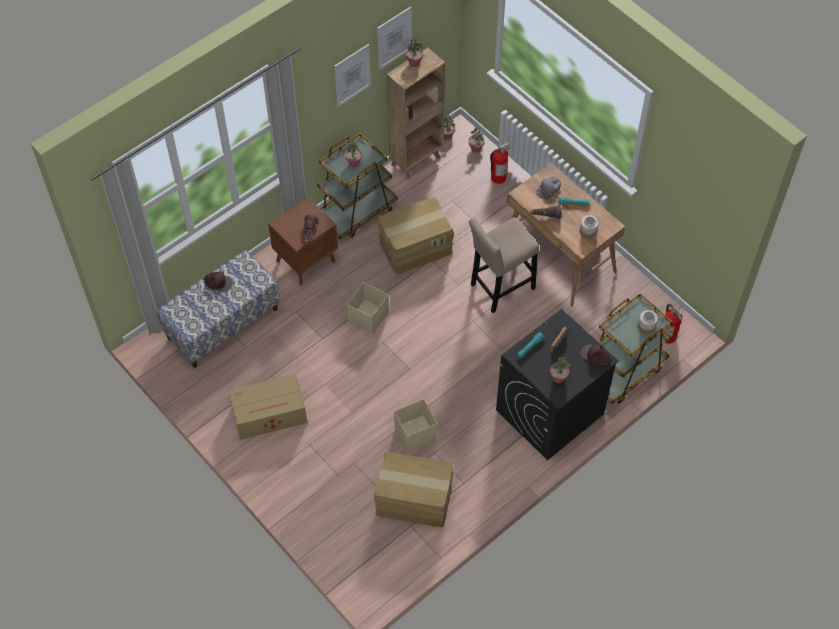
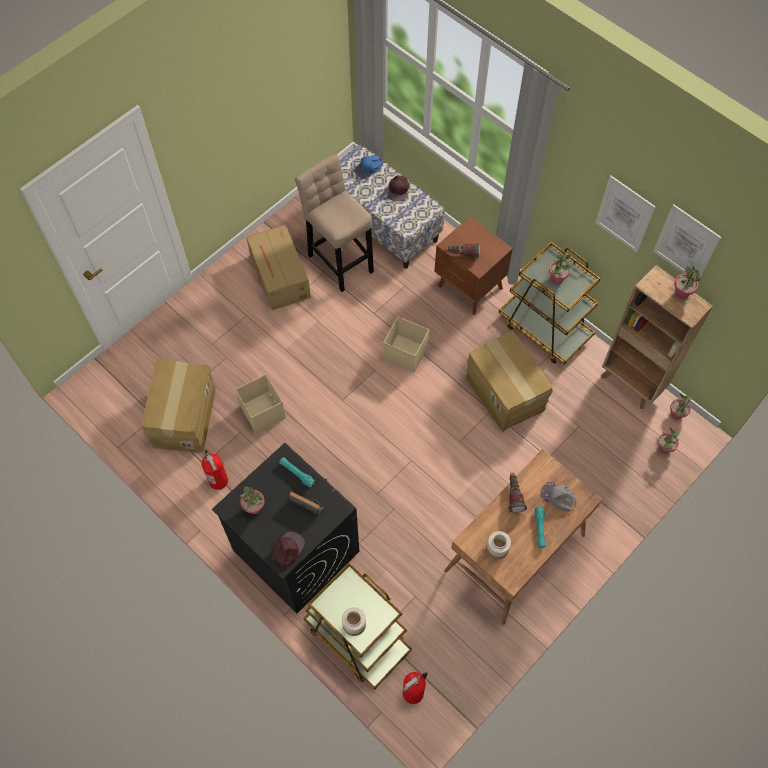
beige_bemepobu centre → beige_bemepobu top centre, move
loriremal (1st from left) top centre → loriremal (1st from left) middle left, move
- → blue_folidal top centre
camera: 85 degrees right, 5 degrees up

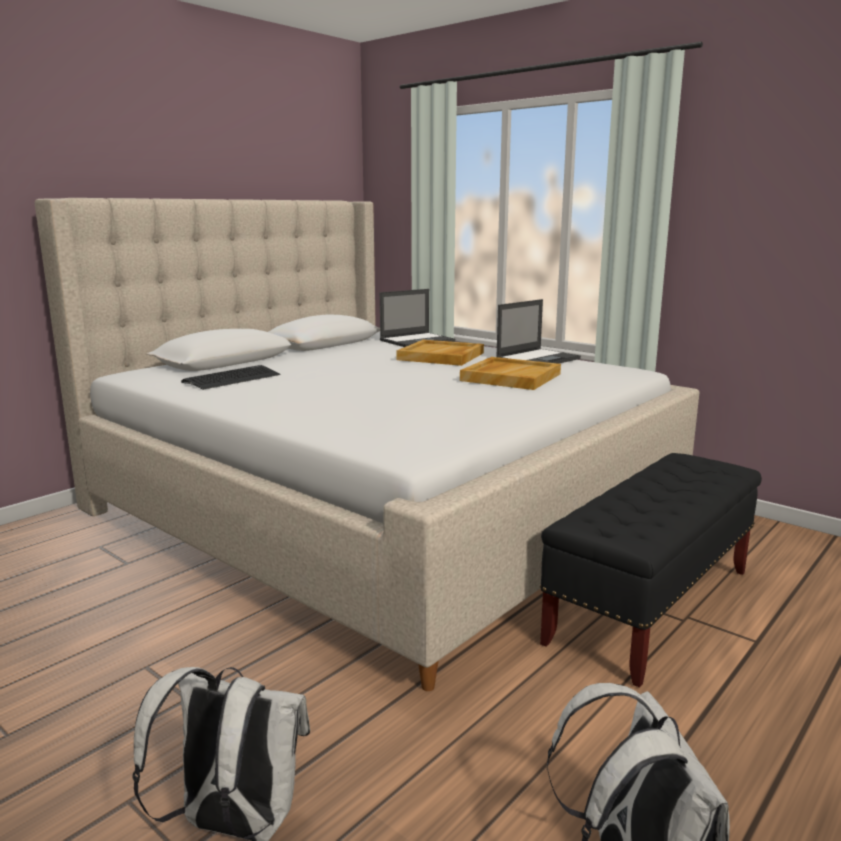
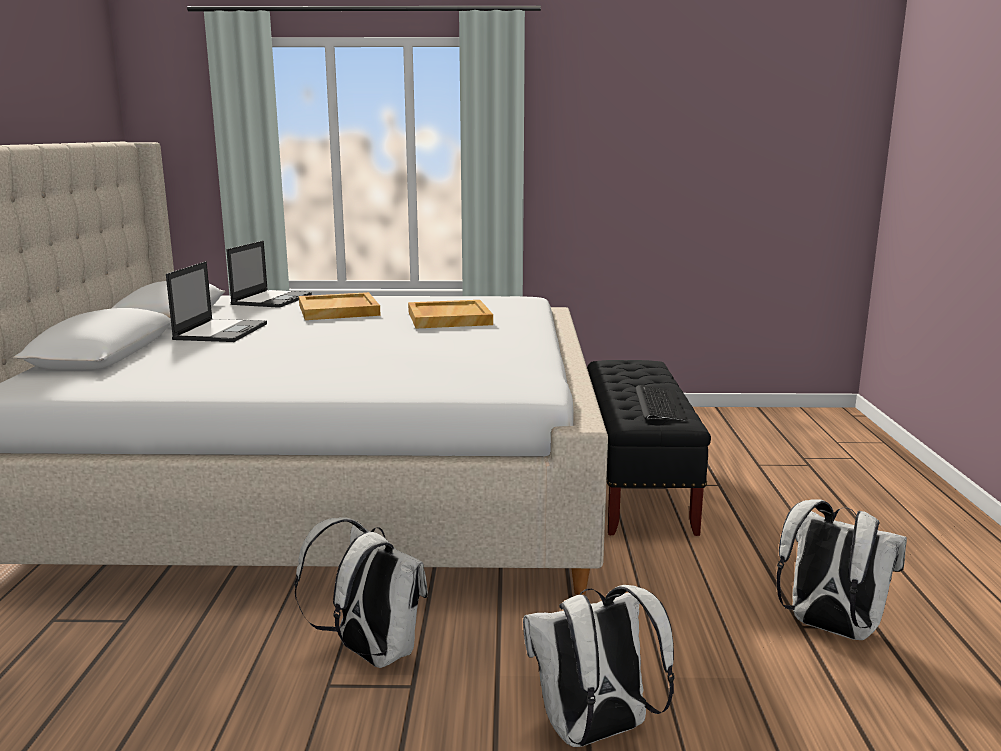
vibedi middle left → vibedi centre, move
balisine (2nd from left in the first image) centre → balisine (1st from left) middle left, move
- → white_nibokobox (1st from left) bottom centre
camera: 40 degrees left, 0 degrees up

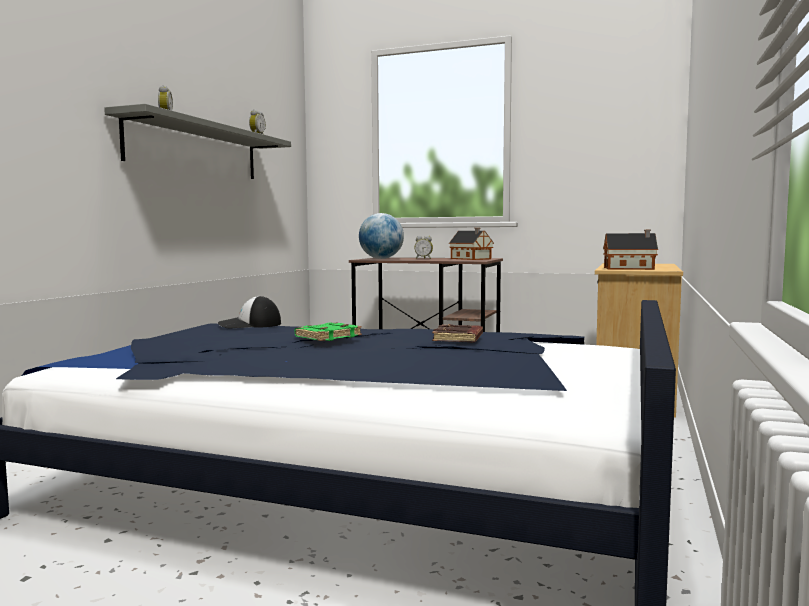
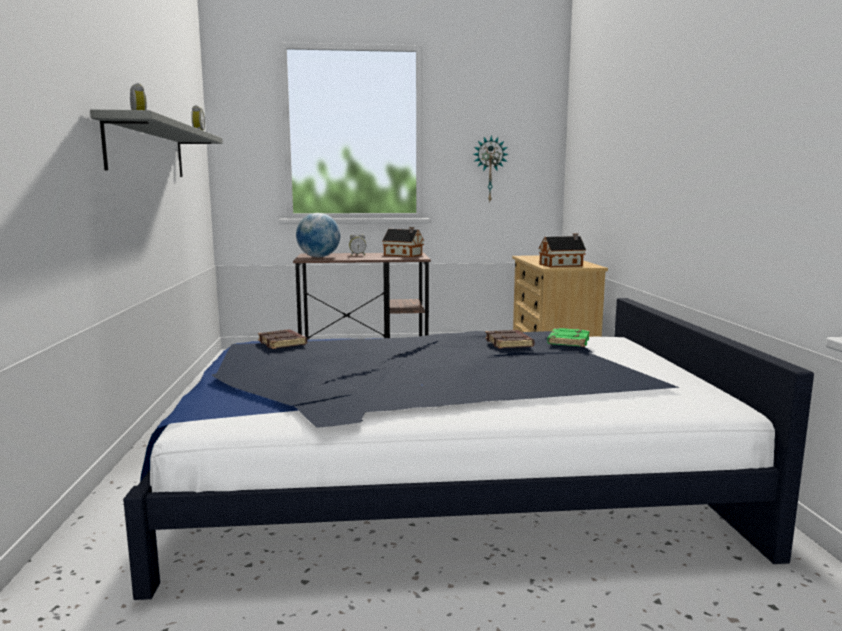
folidal middle left → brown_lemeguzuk (1st from left) centre
green_lemeguzuk centre → green_lemeguzuk middle right, move
- → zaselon top centre
camera: 25 degrees left, 5 degrees up

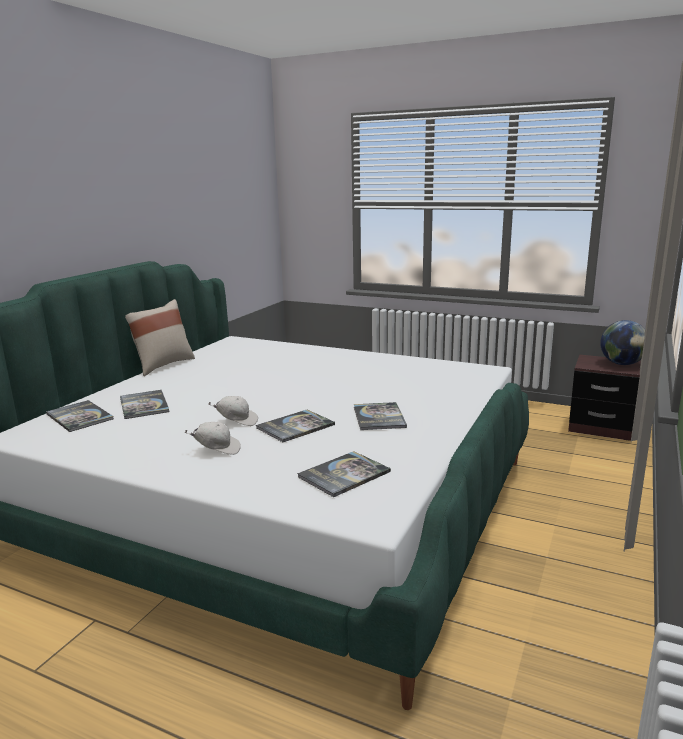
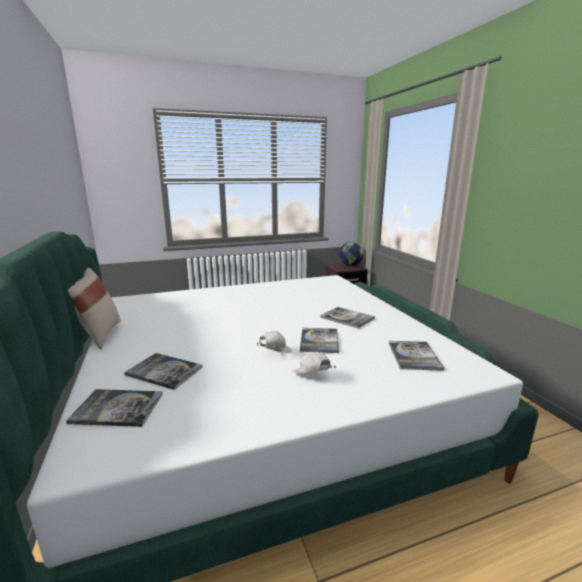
white_folidal (1st from left in the first image) middle left → white_folidal (2nd from left) centre, 90 degrees counterclockwise
camera: 45 degrees left, 0 degrees up

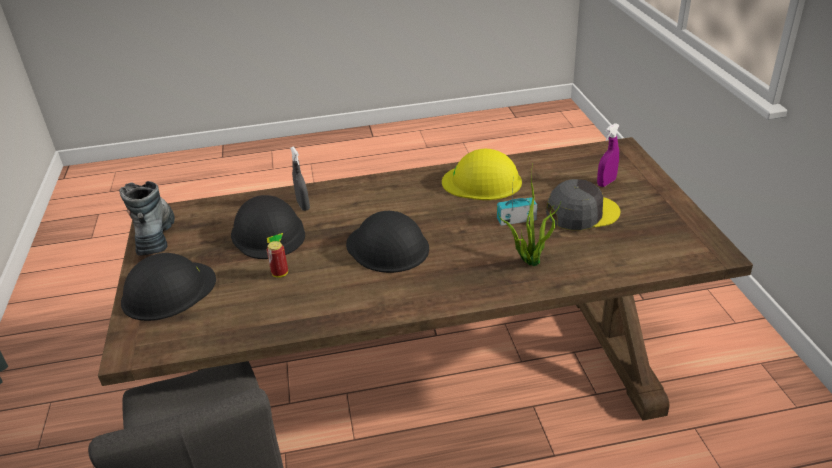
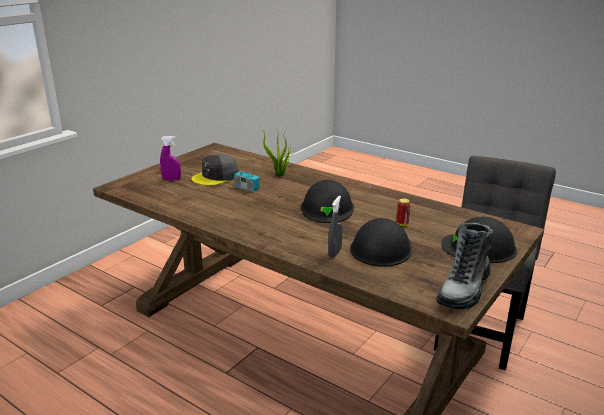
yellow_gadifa centre → -
grey_folidal middle right → grey_folidal centre, 75 degrees counterclockwise
camera: 135 degrees left, 10 degrees down

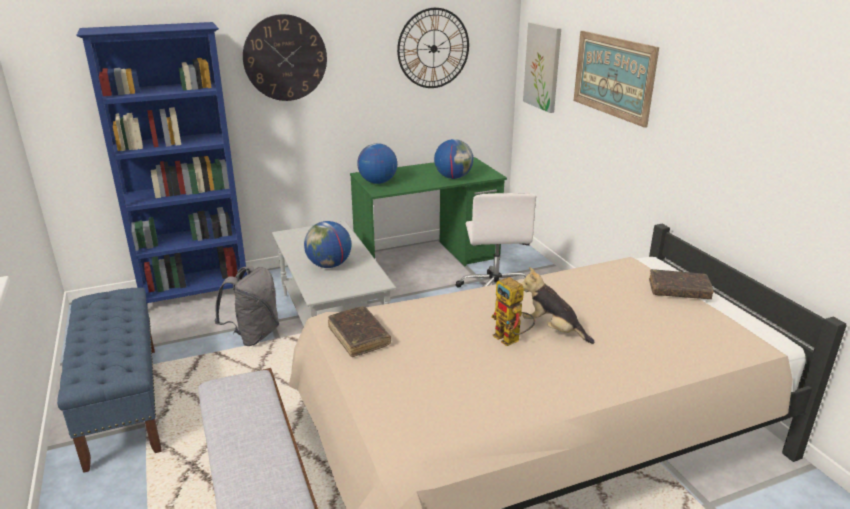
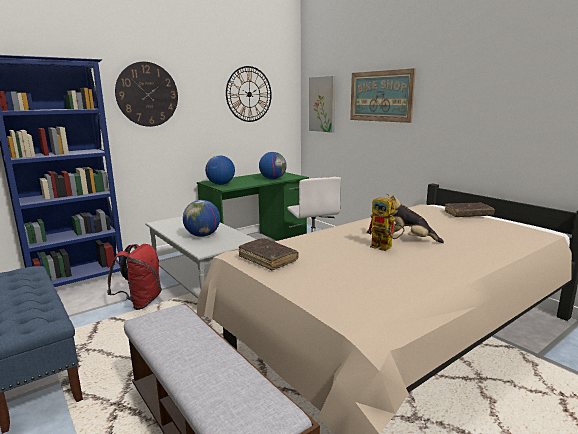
grey_nibokobox middle left → red_nibokobox middle left
camera: 15 degrees left, 10 degrees down

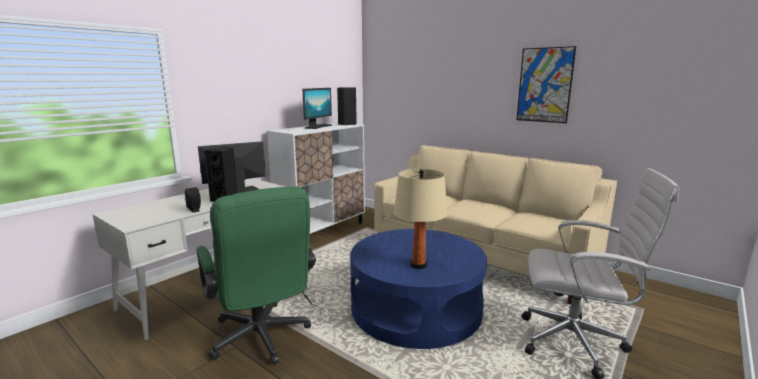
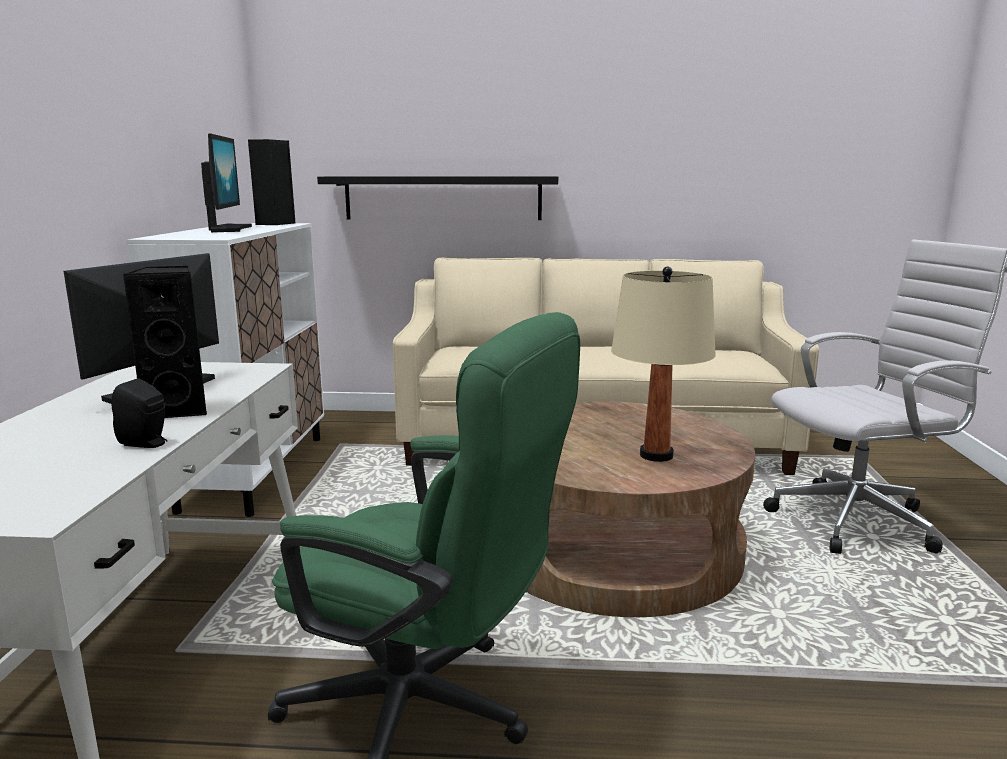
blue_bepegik bottom centre → brown_bepegik bottom centre
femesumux top right → -
- → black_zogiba top centre
camera: 35 degrees left, 0 degrees up

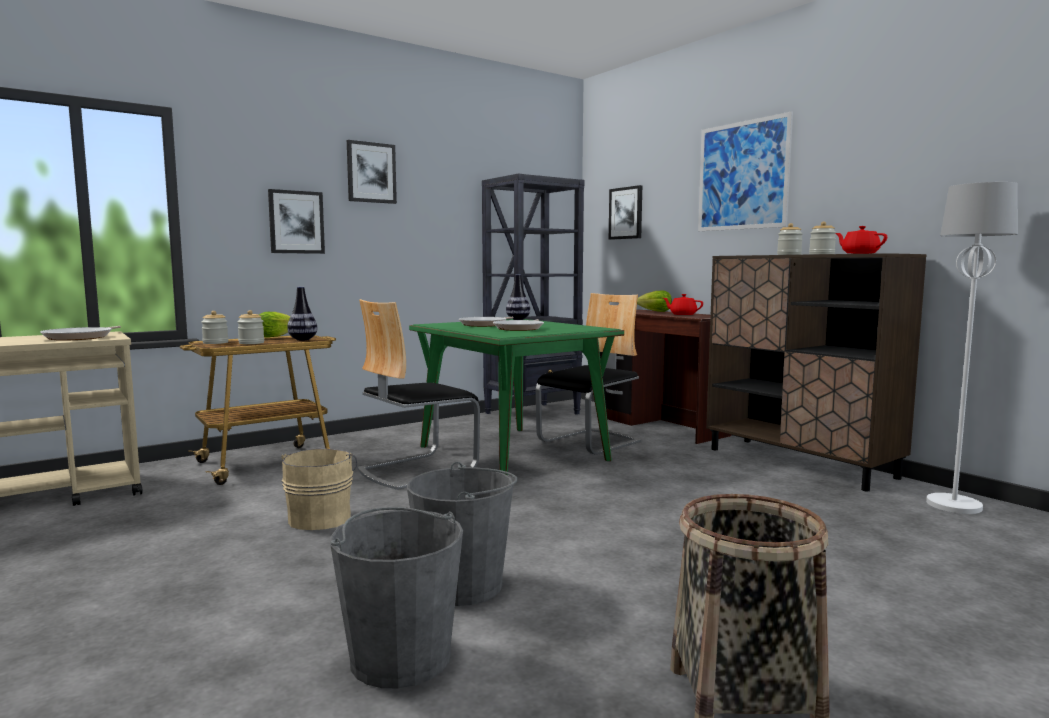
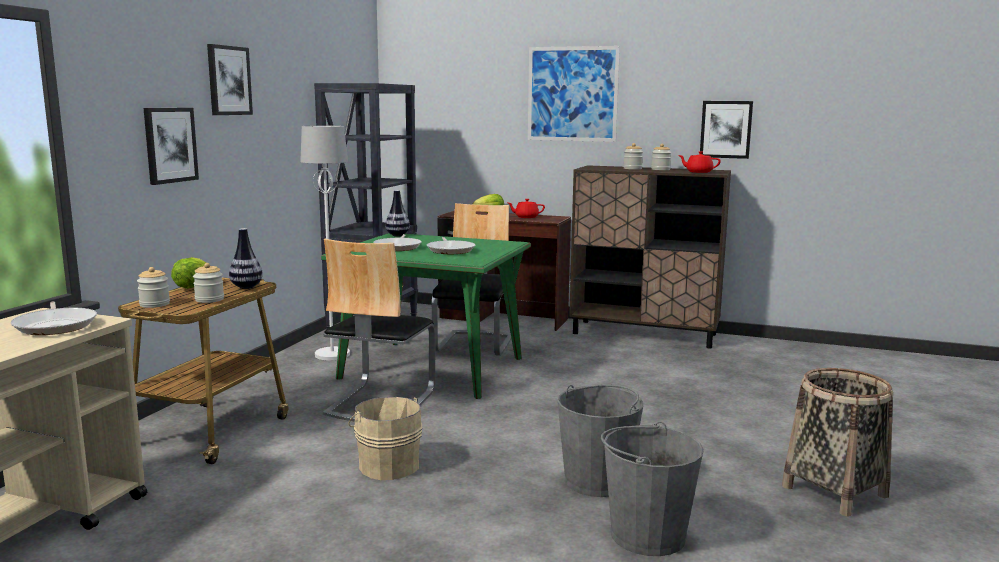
femesumux (3rd from left in the first image) top centre → femesumux (4th from left) top right, move
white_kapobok middle right → white_kapobok middle left, move
camera: 35 degrees left, 5 degrees up

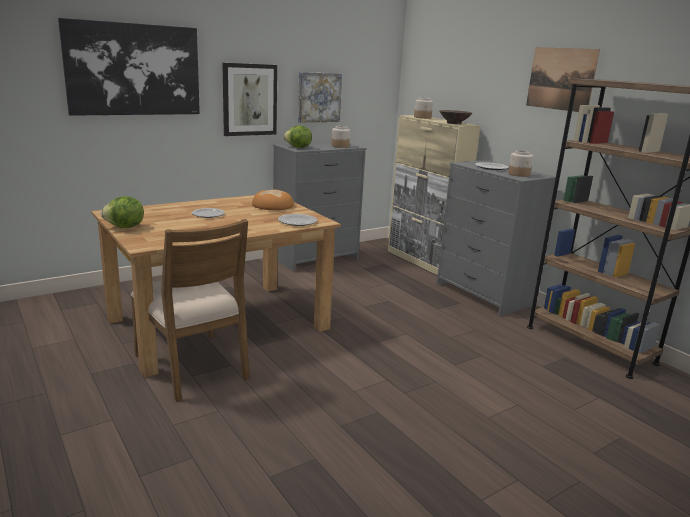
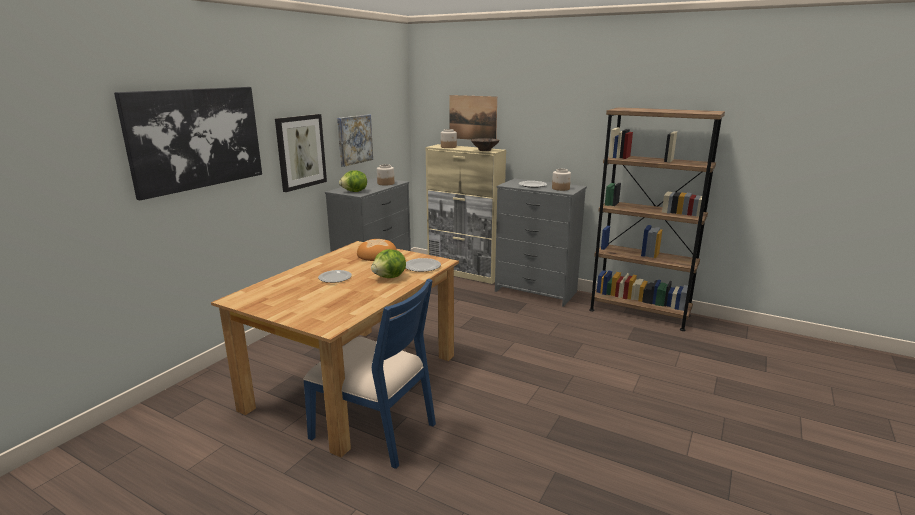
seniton (1st from left in the first image) middle left → seniton (2nd from left) centre, move
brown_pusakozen middle left → blue_pusakozen bottom centre
femesumux (4th from left) top right → femesumux (4th from left) top centre, move
camera: 25 degrees left, 0 degrees up

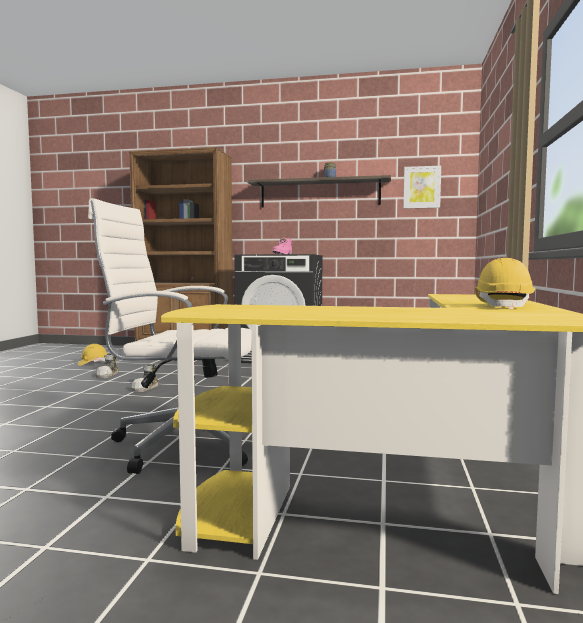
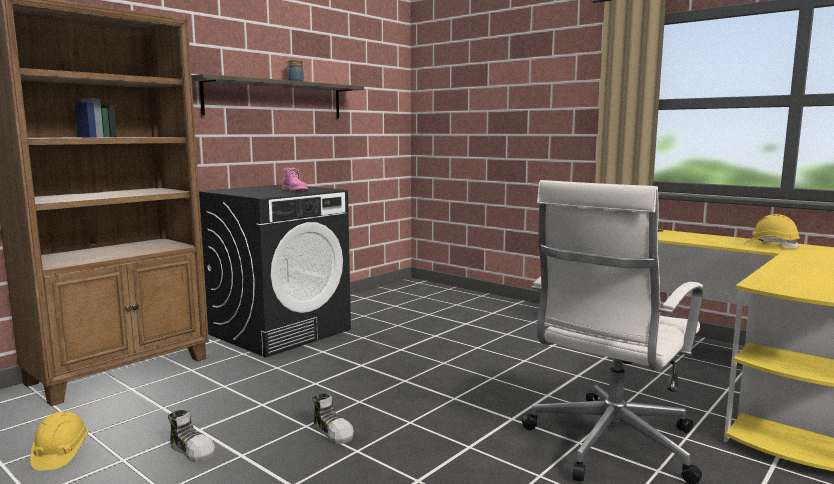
femesumux top right → -
camera: 60 degrees left, 5 degrees up

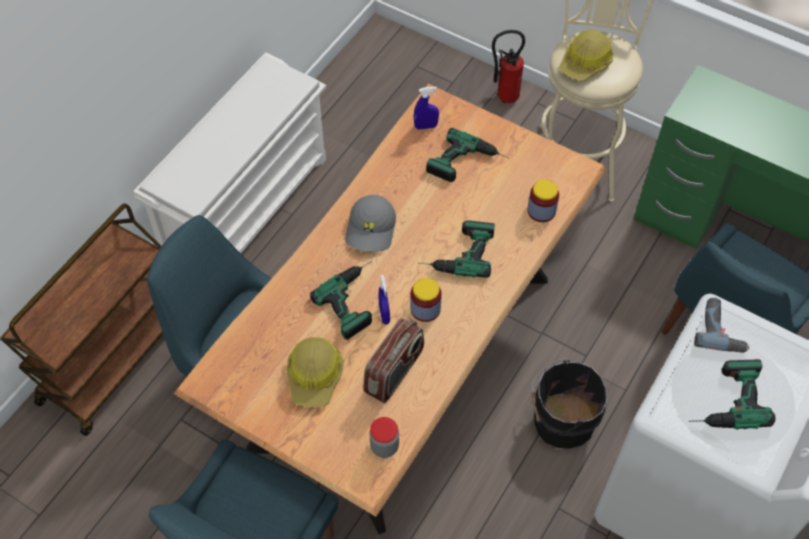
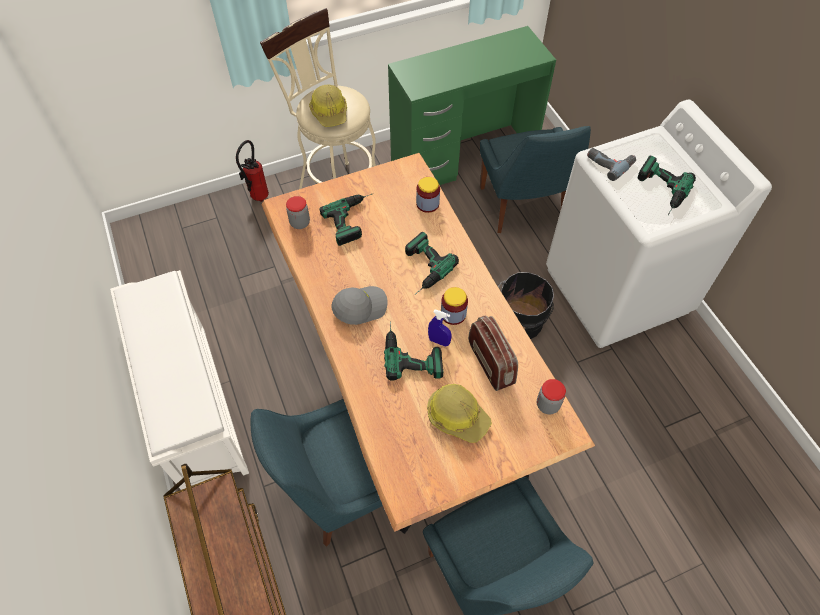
grey_folidal centre, 75 degrees counterclockwise
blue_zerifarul (2nd from left) top centre → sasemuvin (1st from left) centre
camera: 55 degrees left, 0 degrees up

